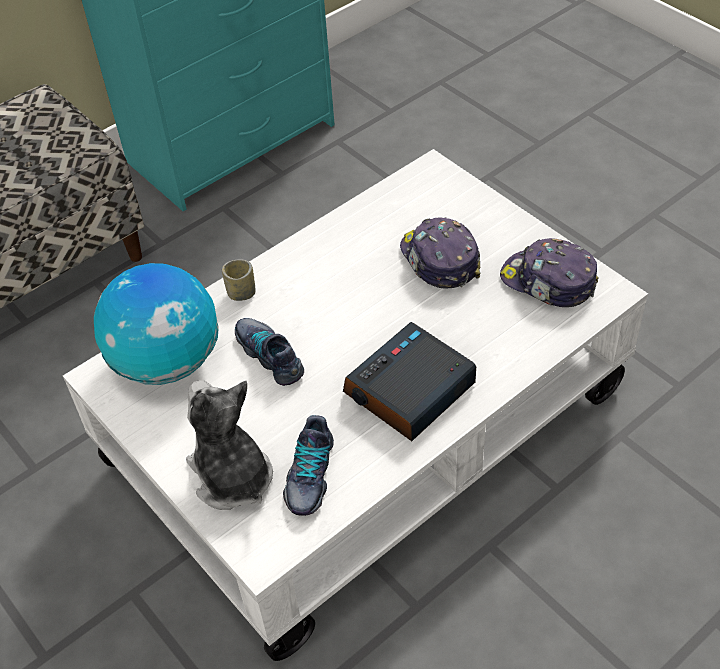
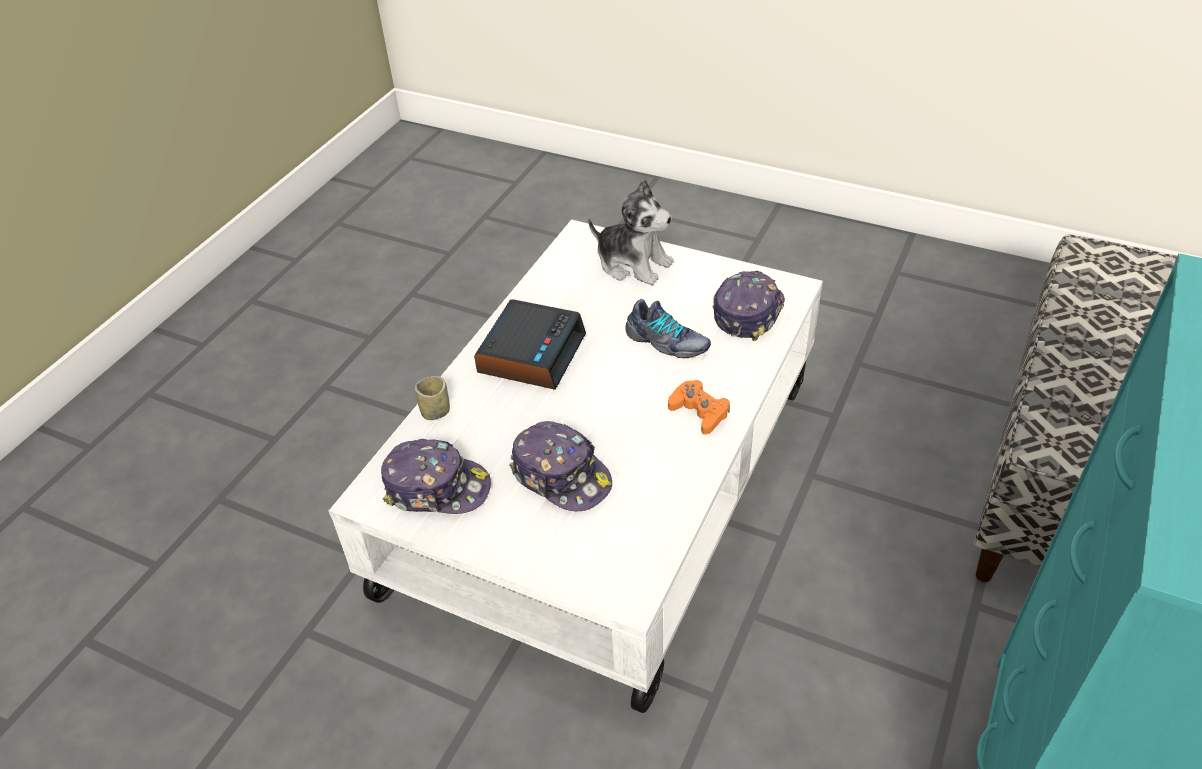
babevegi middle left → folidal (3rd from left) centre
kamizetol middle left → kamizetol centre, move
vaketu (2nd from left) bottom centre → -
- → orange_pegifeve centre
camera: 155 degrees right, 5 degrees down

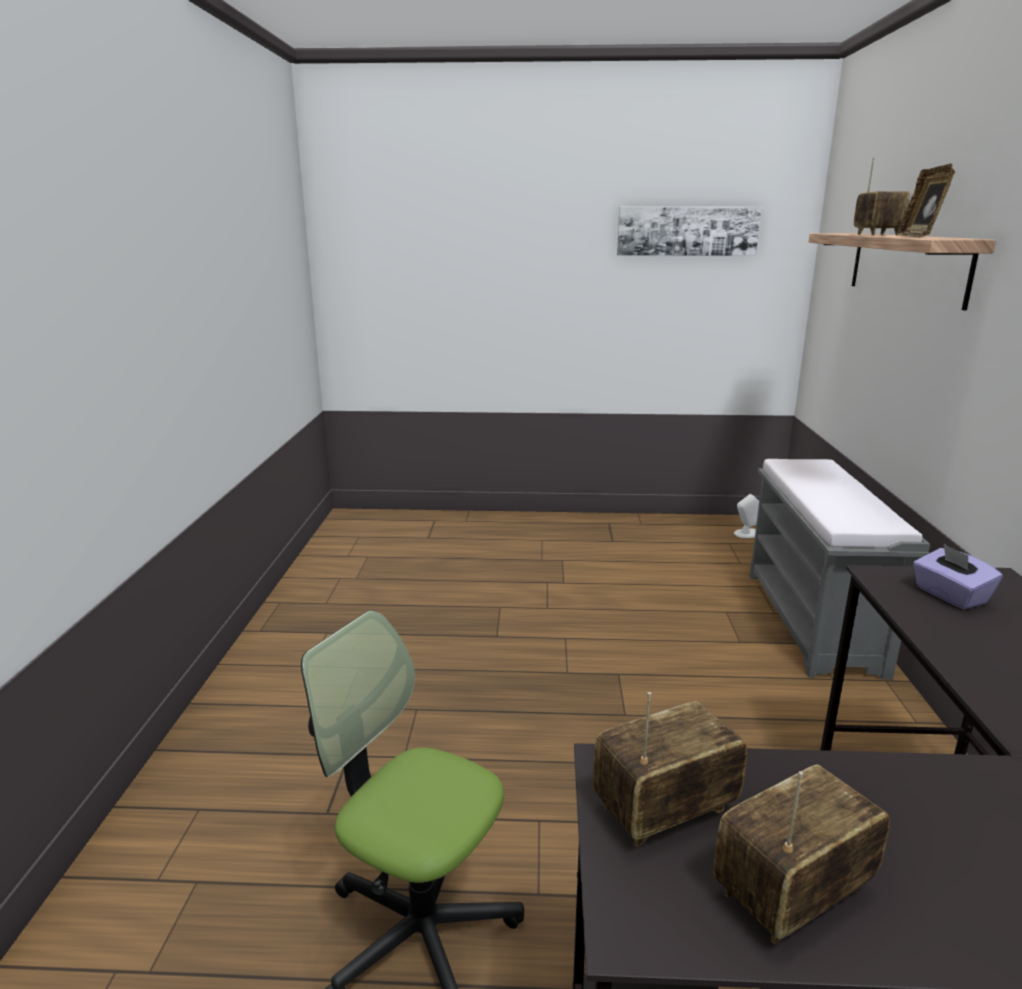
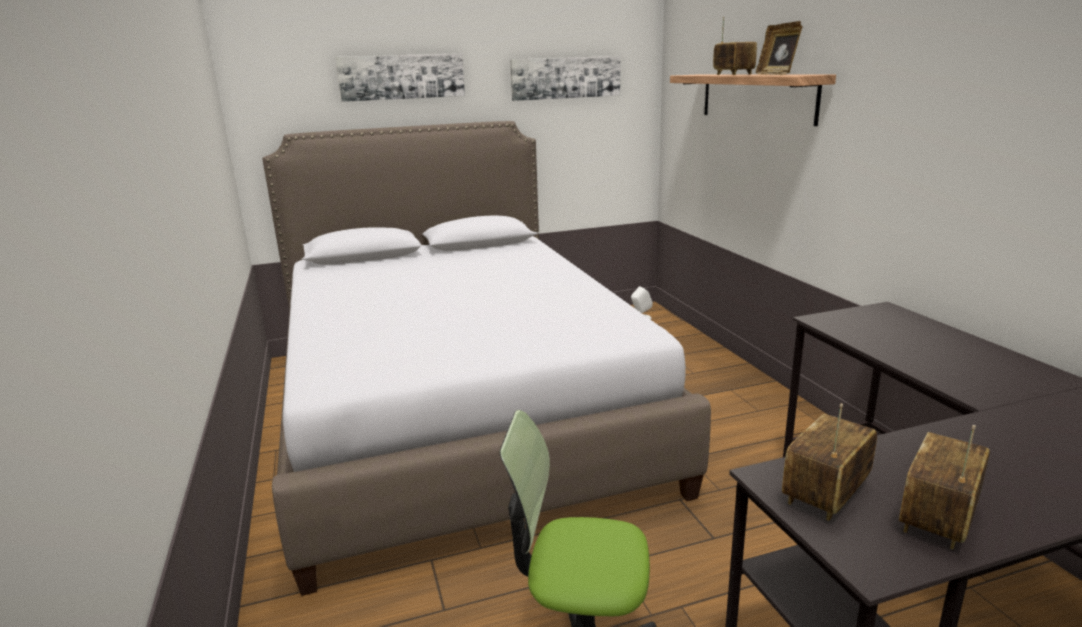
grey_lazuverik middle right → -
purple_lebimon middle right → -
- → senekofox centre
- → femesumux (1st from left) top centre
camera: 20 degrees left, 0 degrees up

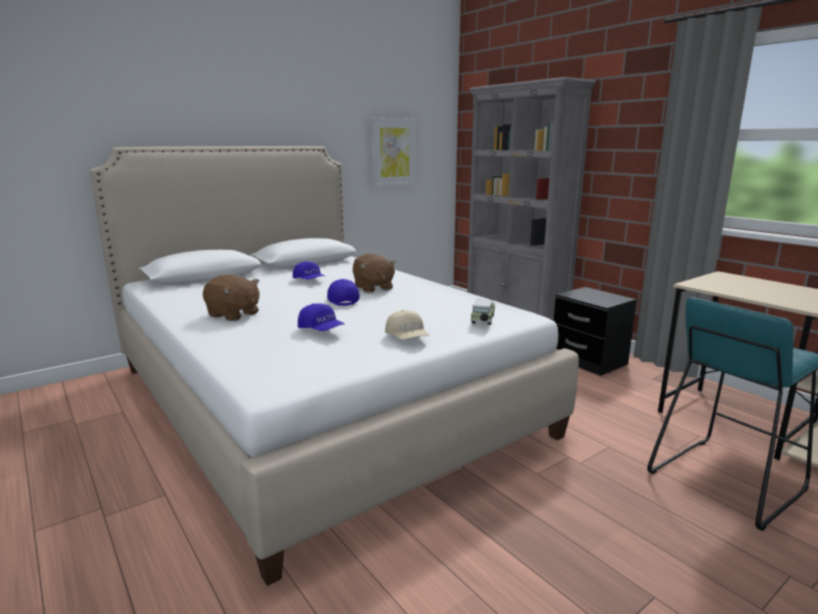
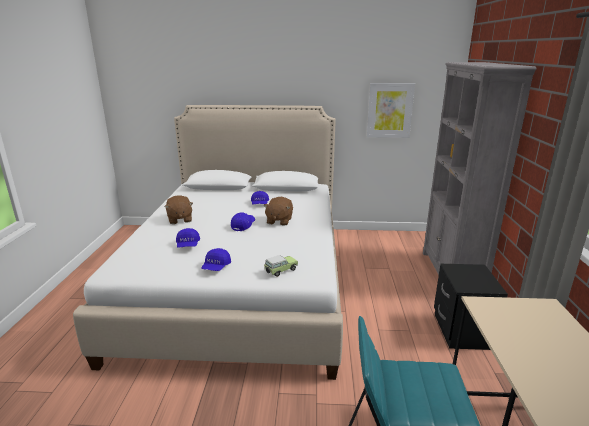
beige_folidal centre → blue_folidal (2nd from left) centre
camera: 40 degrees right, 5 degrees up

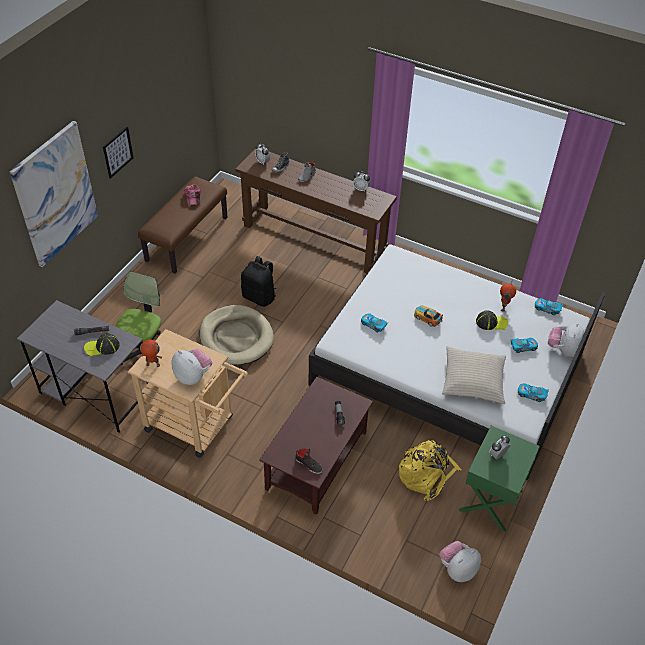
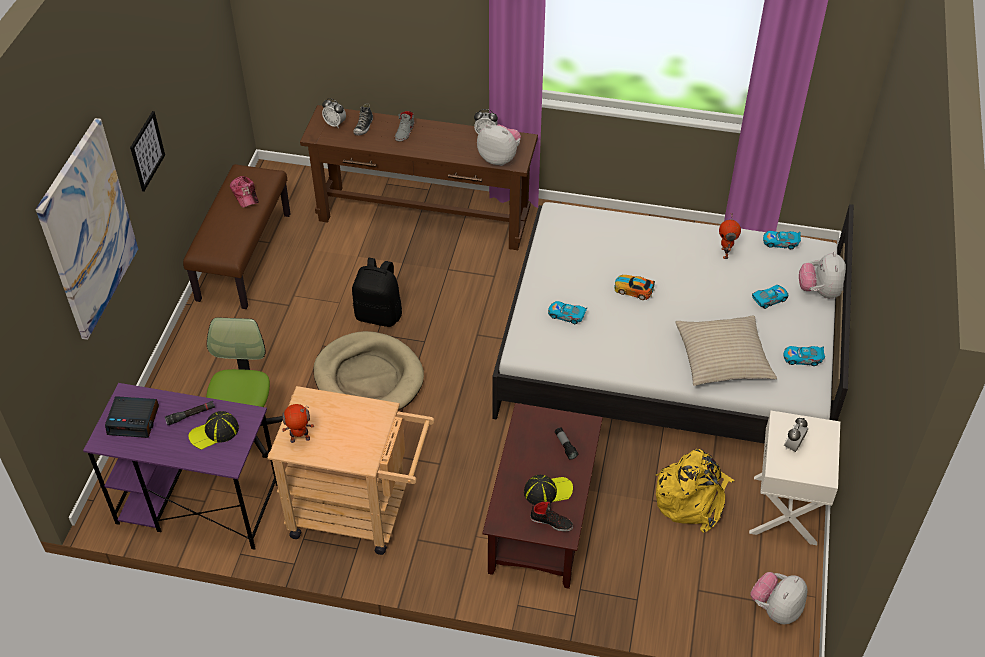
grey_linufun middle left → purple_linufun bottom left
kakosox (1st from left) middle left → kakosox (1st from left) top centre, move
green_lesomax bottom right → white_lesomax bottom right
folidal (3rd from left) middle right → folidal (3rd from left) bottom centre, move
- → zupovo (1st from left) middle left
camera: 15 degrees left, 0 degrees up

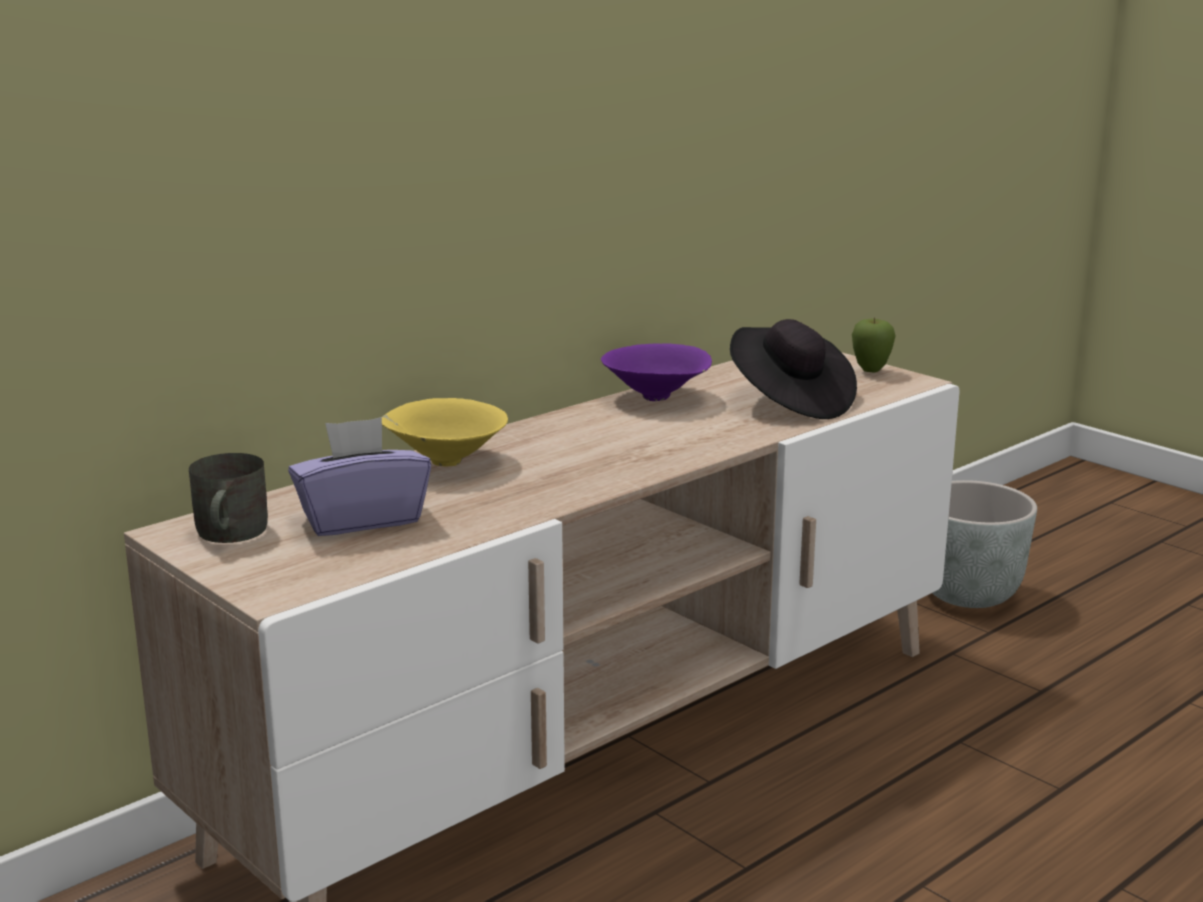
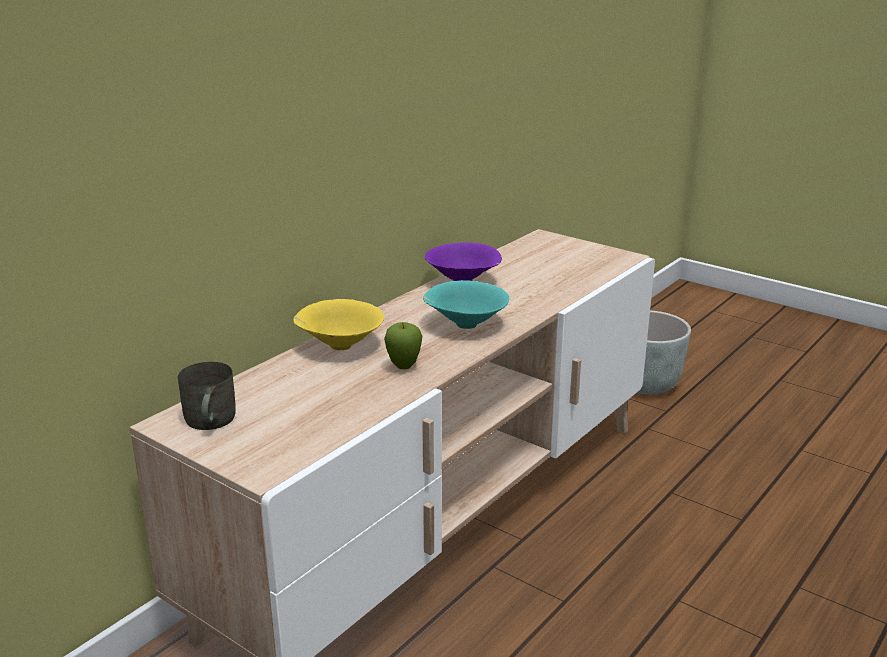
purple_lebimon middle left → -
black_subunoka centre → -
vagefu middle right → vagefu centre, move
- → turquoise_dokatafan centre
camera: 10 degrees left, 5 degrees up

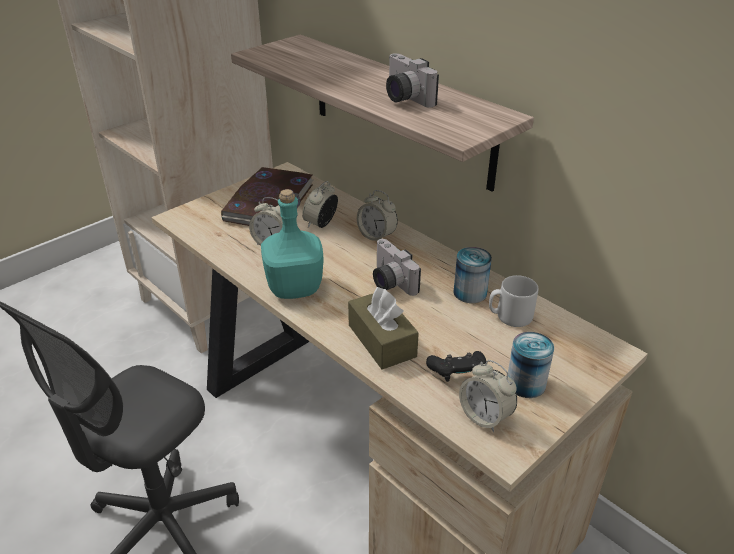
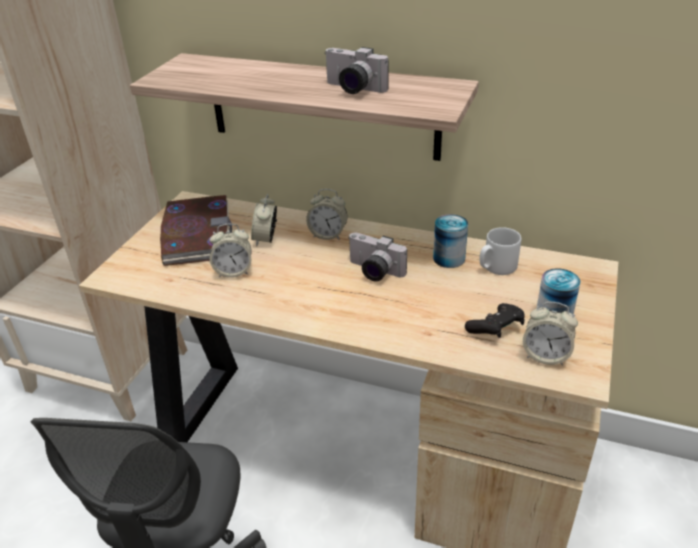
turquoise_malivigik centre → -
brown_lebimon centre → -
camera: 25 degrees left, 0 degrees up

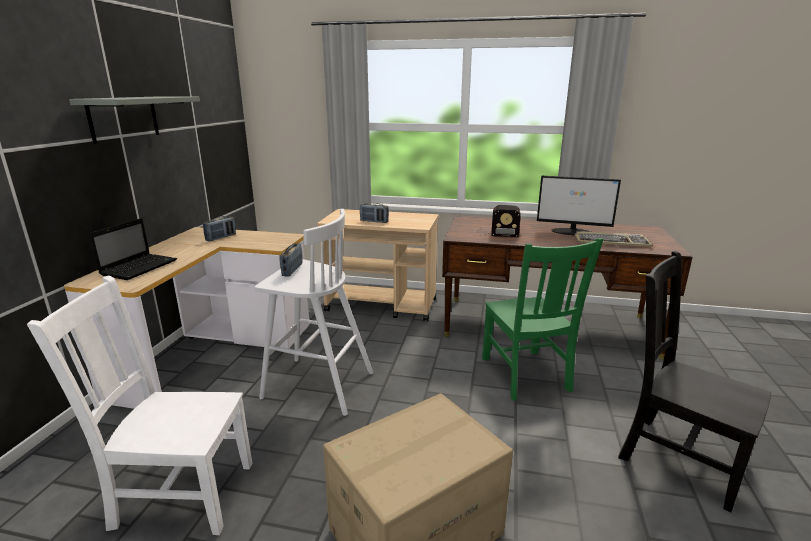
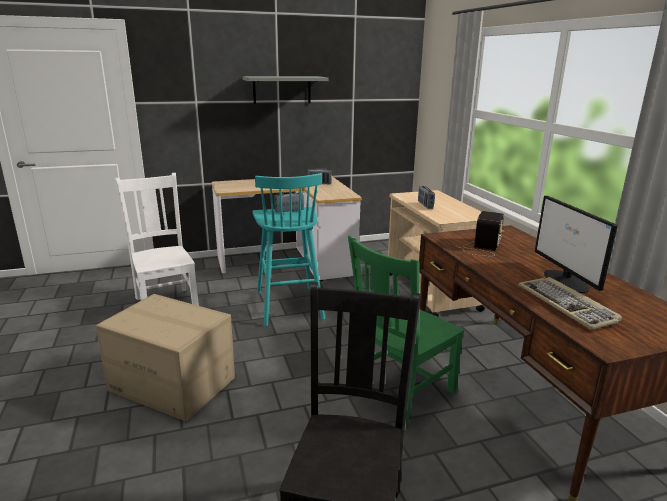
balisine middle left → -
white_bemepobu centre → turquoise_bemepobu centre
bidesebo (4th from left) centre → bidesebo (4th from left) middle right, 135 degrees counterclockwise
camera: 60 degrees right, 0 degrees up

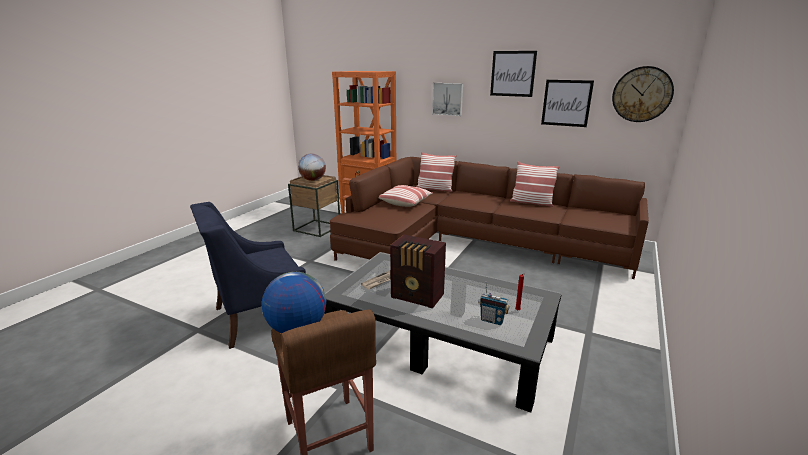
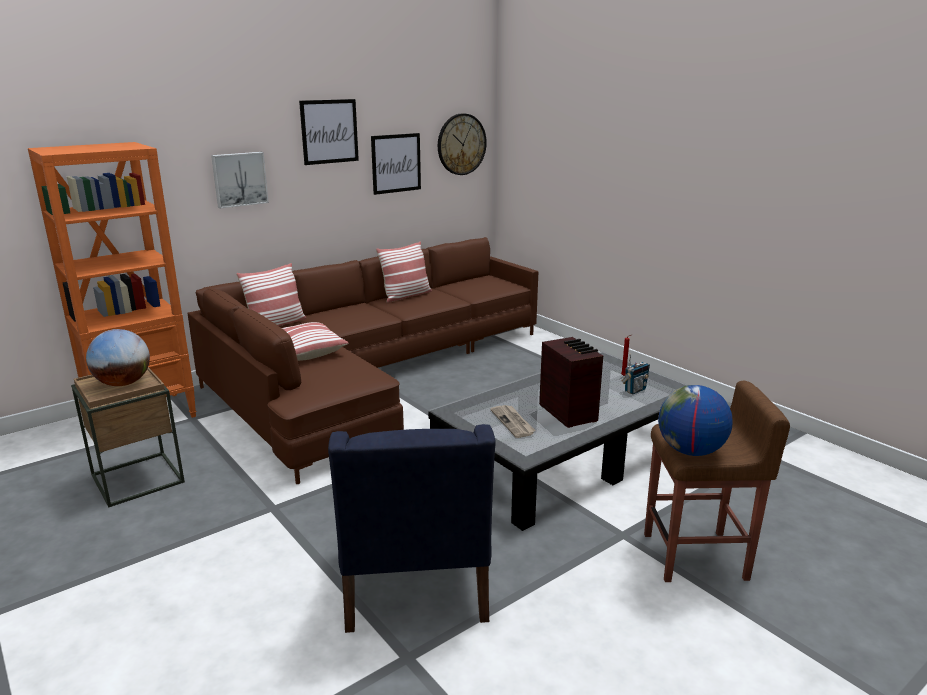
bidesebo (1st from left) centre, 75 degrees counterclockwise
camera: 65 degrees left, 0 degrees up

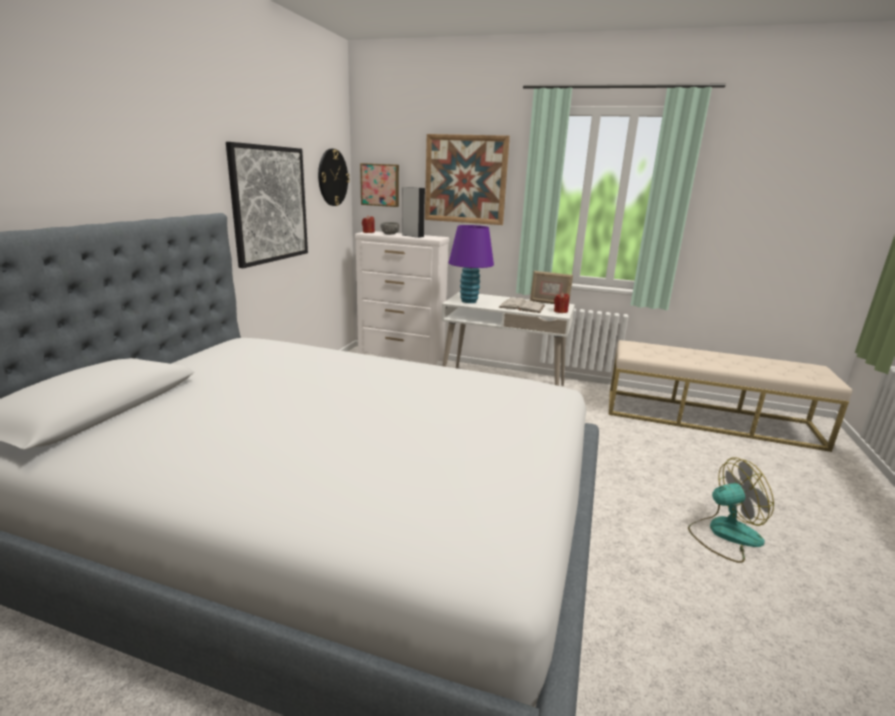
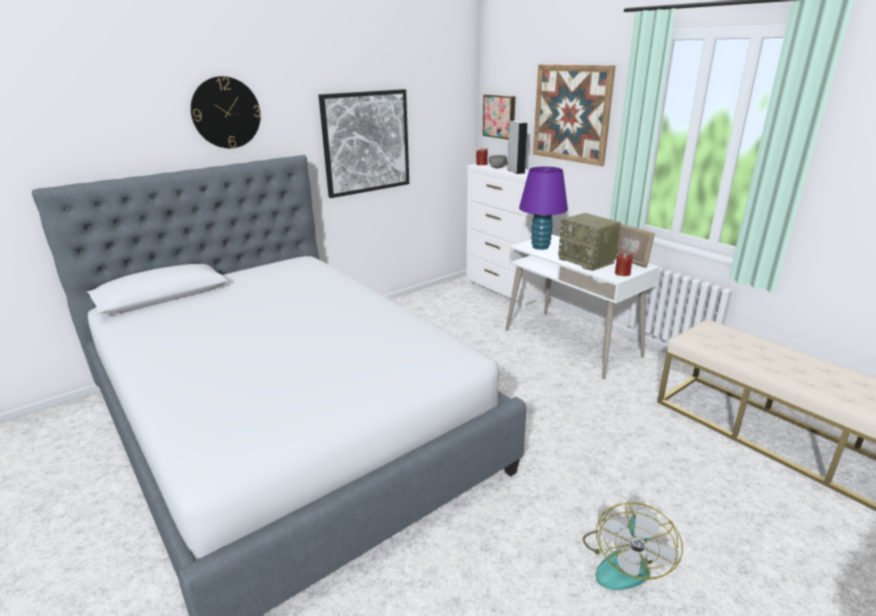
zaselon top centre → zaselon top left, move
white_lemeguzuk centre → bidesebo middle right
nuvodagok bottom right, 90 degrees clockwise
camera: 35 degrees right, 5 degrees up

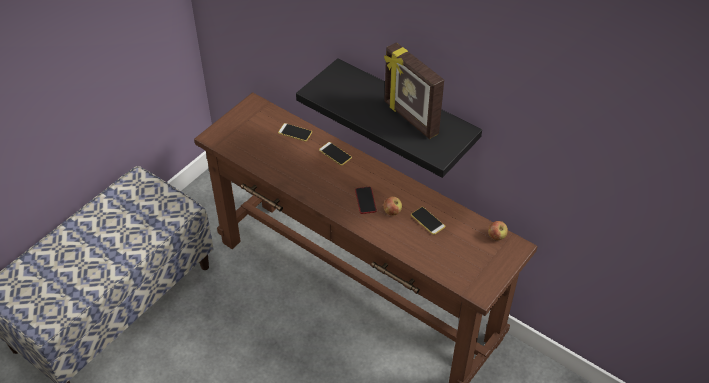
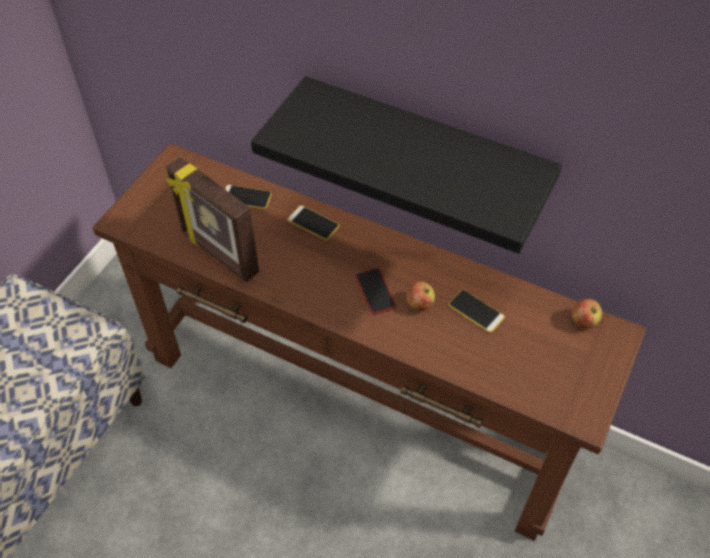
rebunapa top centre → rebunapa middle left, move
camera: 10 degrees left, 5 degrees up

